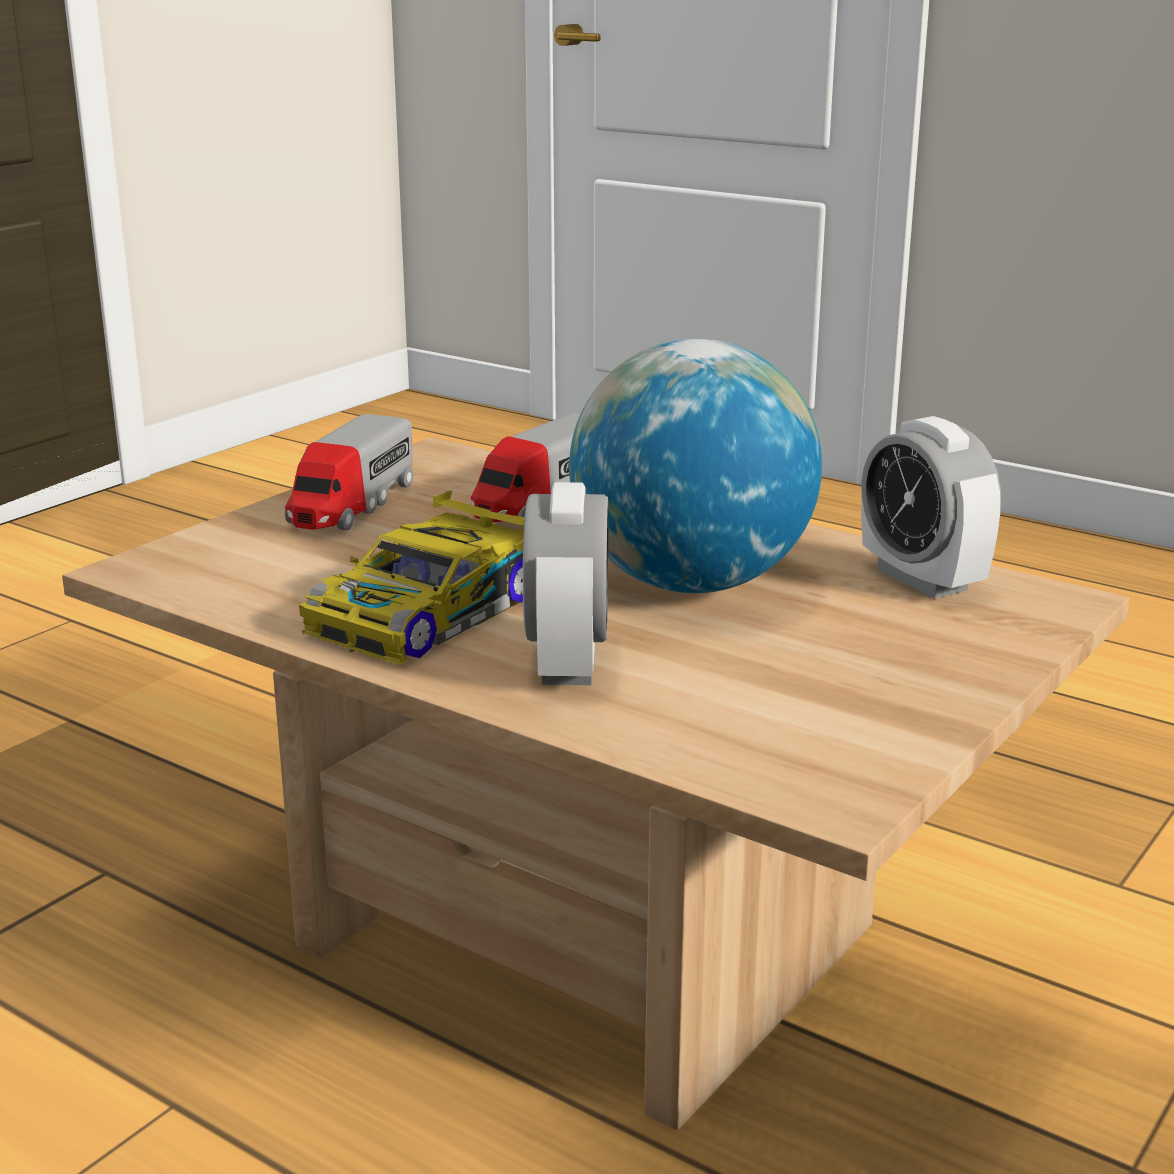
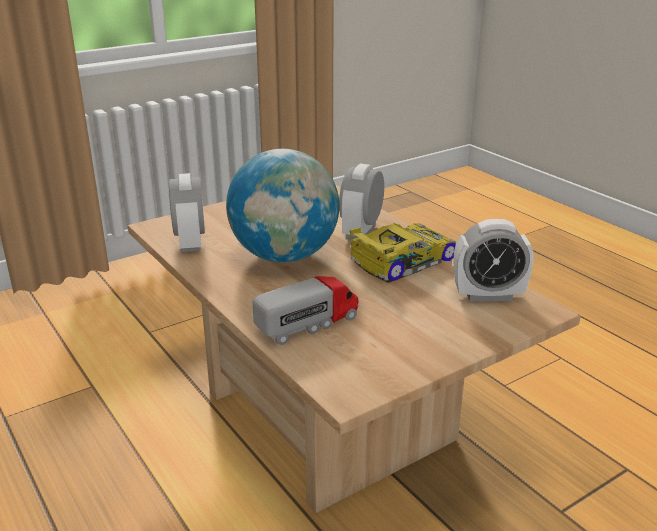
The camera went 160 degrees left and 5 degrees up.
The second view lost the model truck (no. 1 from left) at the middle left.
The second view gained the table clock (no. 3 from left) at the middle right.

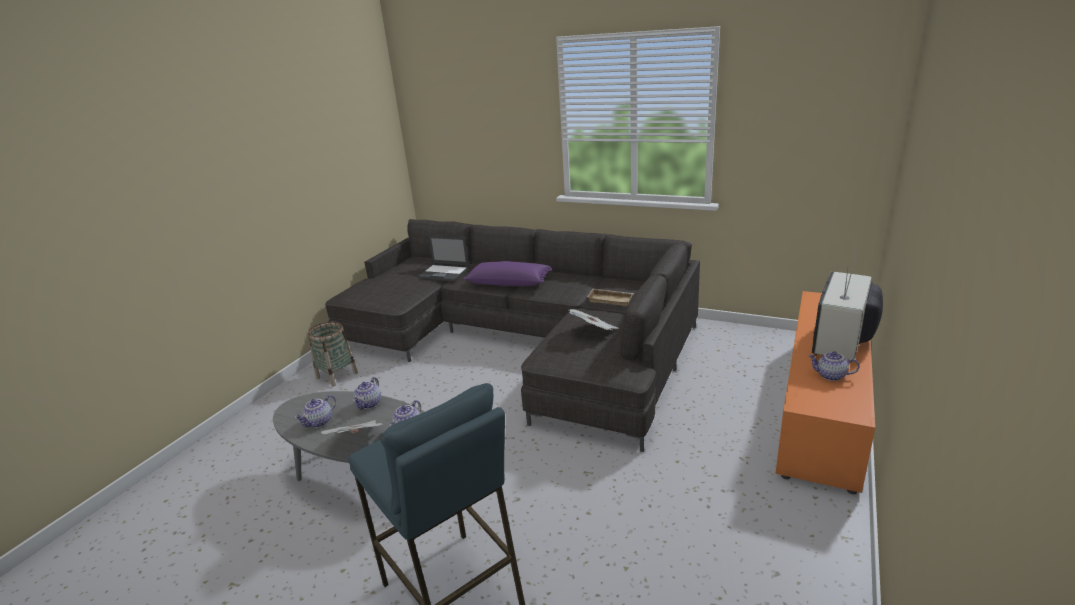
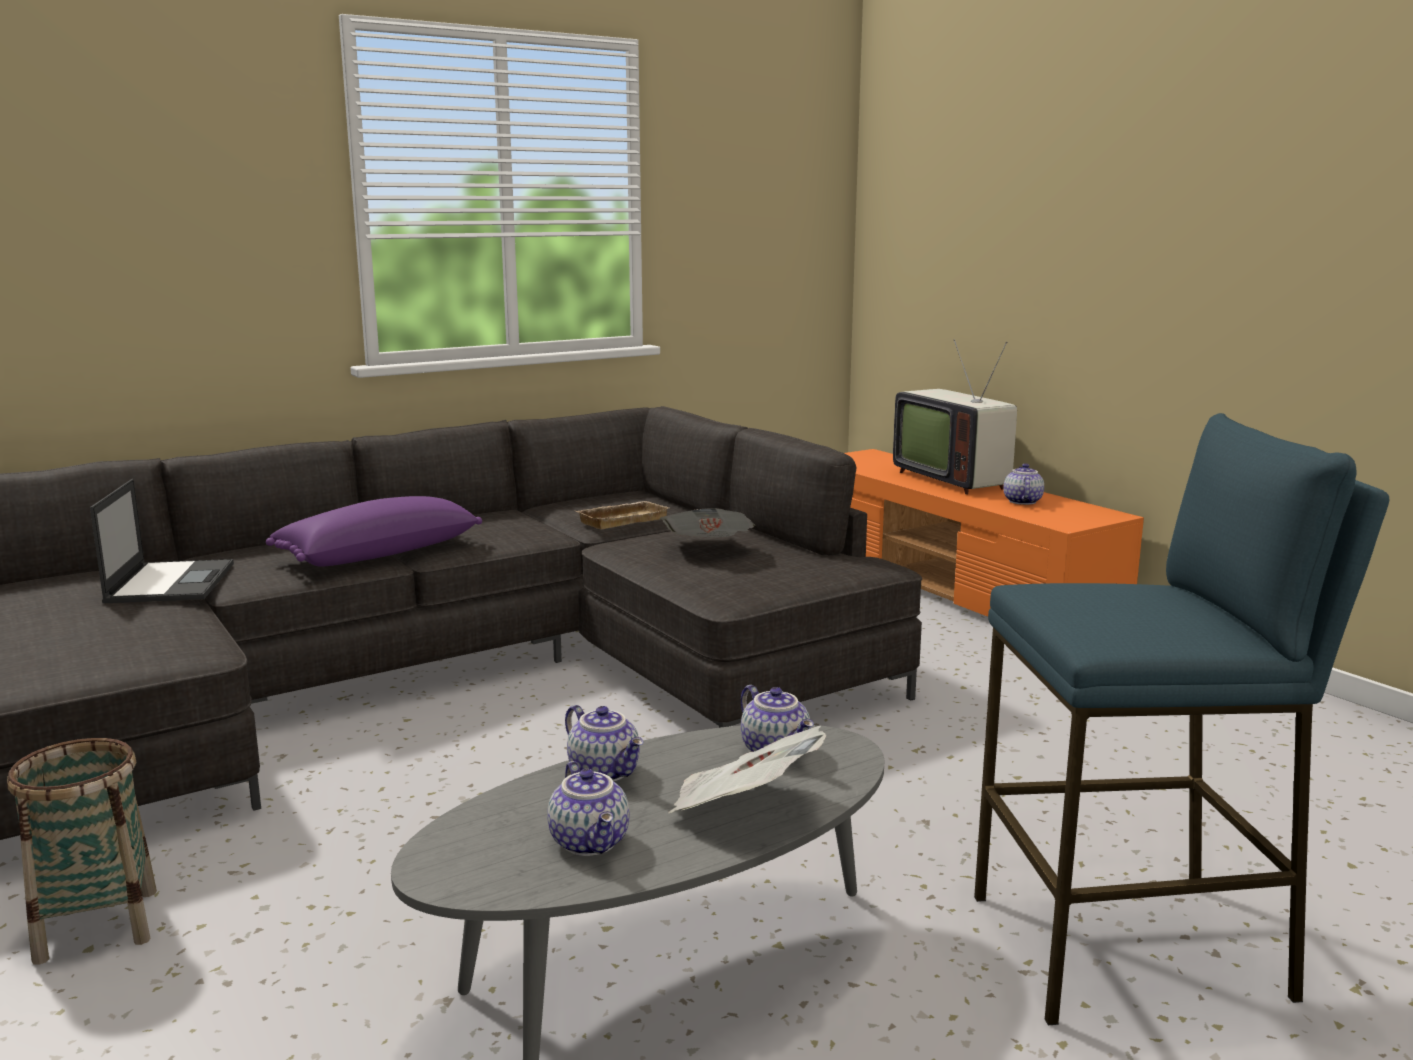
The camera went 60 degrees left and 10 degrees down.
The portable computer at the centre ended up facing another way, 60 degrees counterclockwise from before.
The tea pot (no. 4 from left) at the middle right ended up facing another way, 135 degrees clockwise from before.

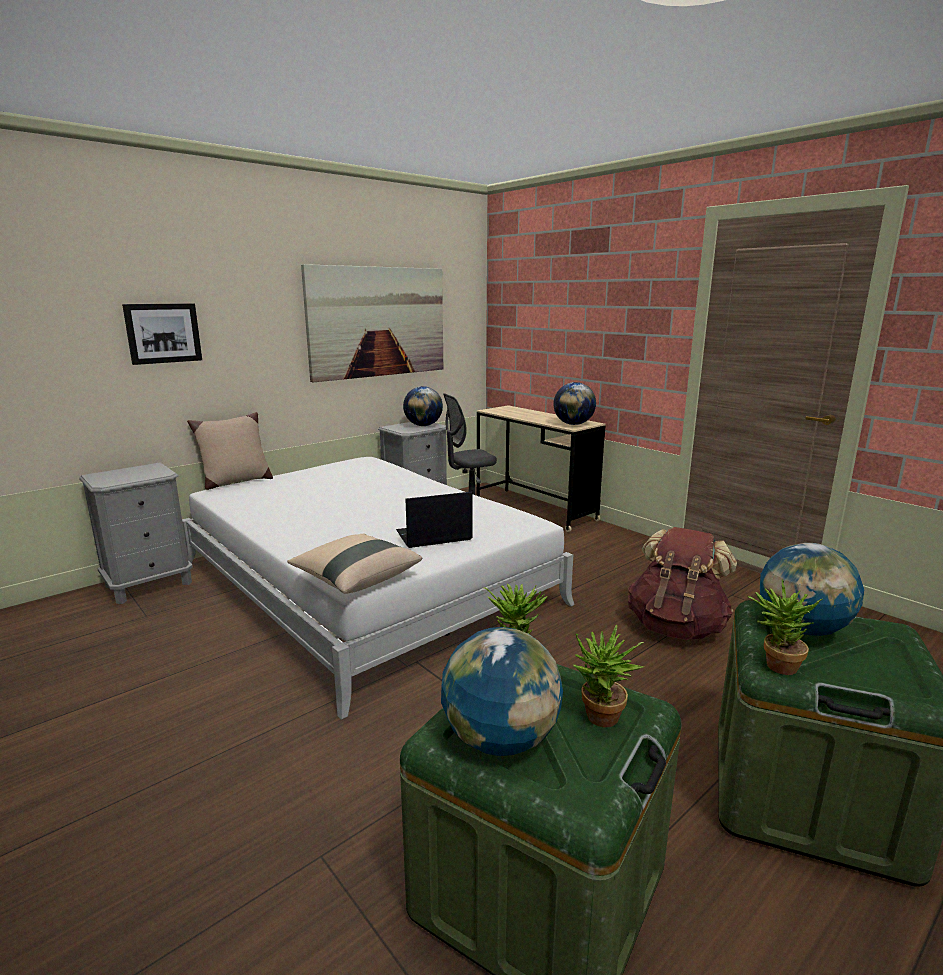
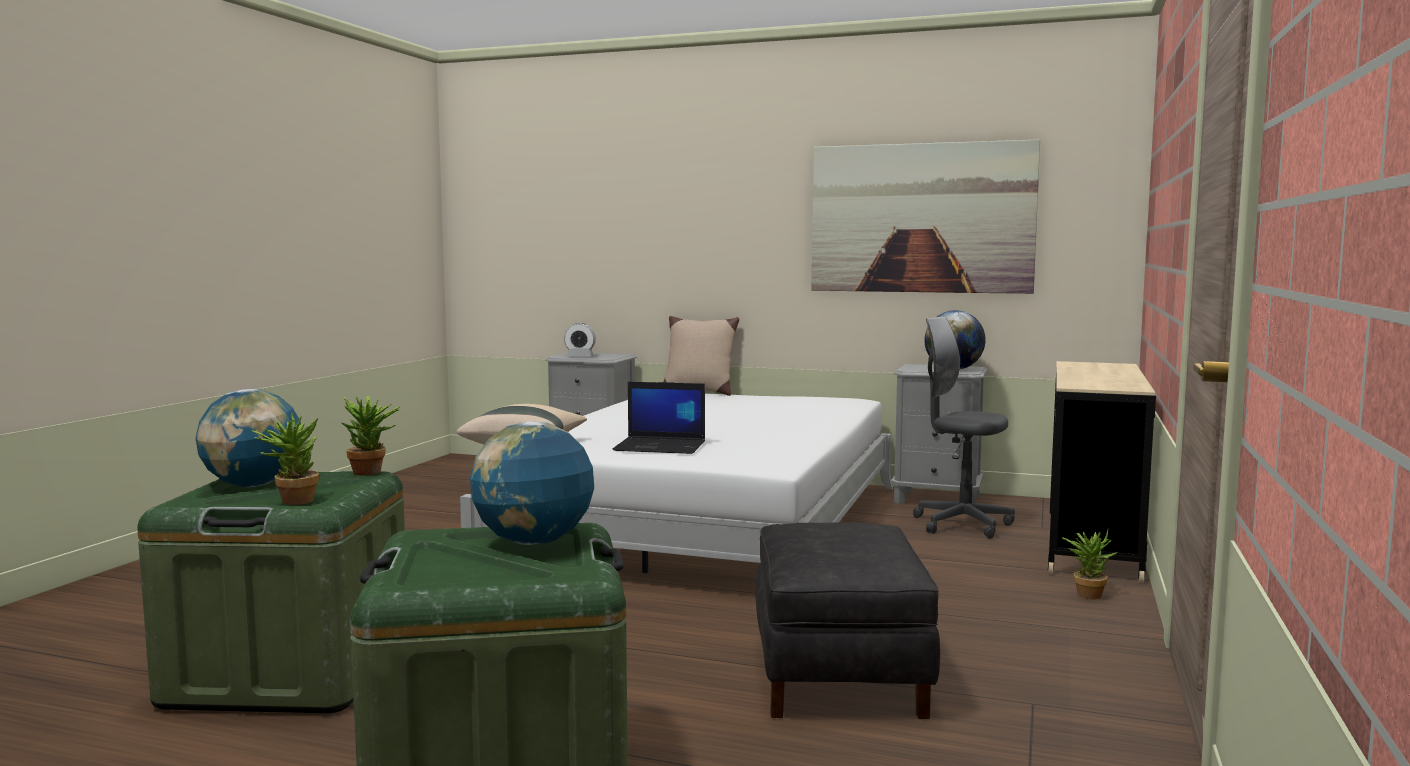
The camera went 60 degrees right and 10 degrees down.
The second view lost the wall picture (no. 1 from left) at the middle left.
The second view lost the world globe (no. 3 from left) at the centre.
The second view gained the table clock at the centre.
The plant in a pot (no. 3 from left) ended up elsewhere, having gone from the middle right to the bottom right.
Where the brownish backpack stood at the middle right, the blackish ottoman came to stand at the bottom centre.
The portable computer at the centre ended up facing another way, 150 degrees clockwise from before.

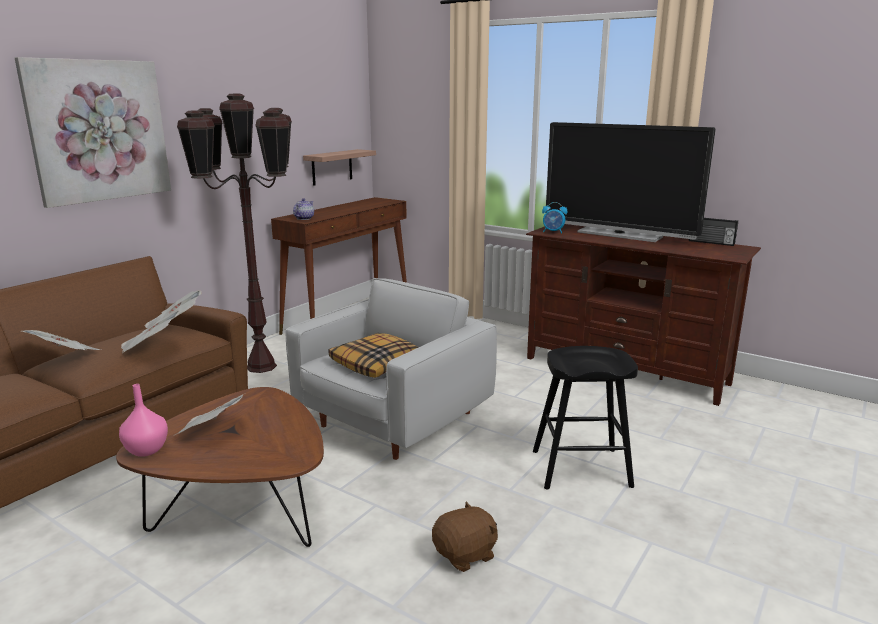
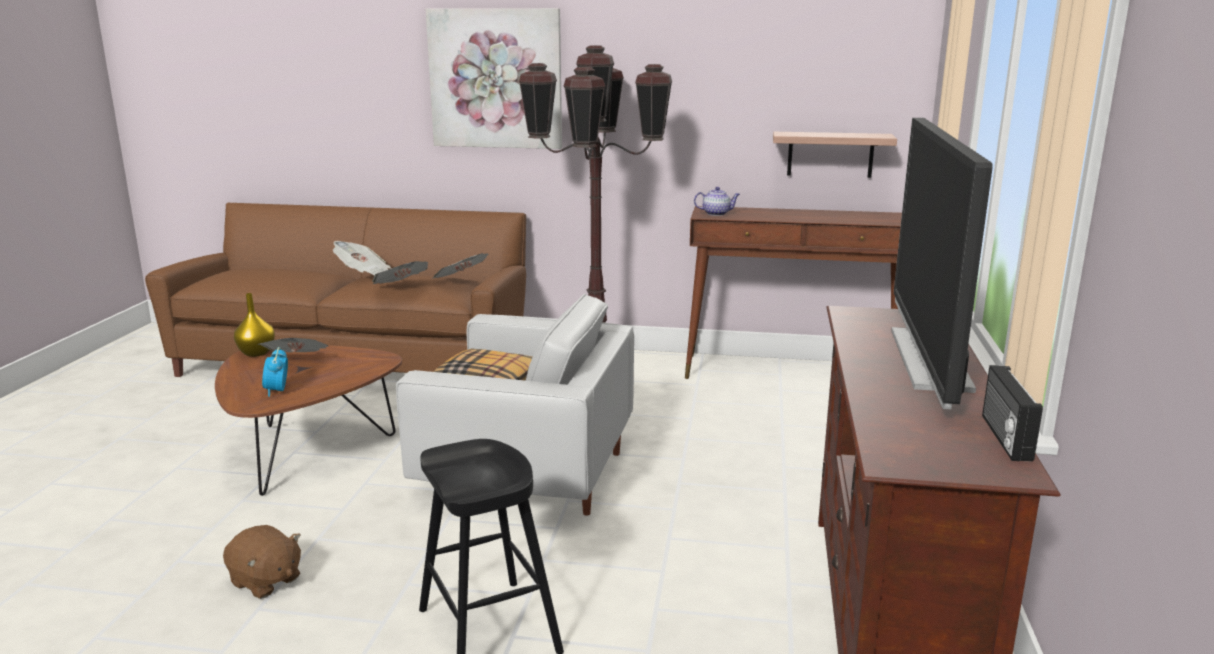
The camera went 65 degrees right and 0 degrees up.
The table clock ended up elsewhere, having gone from the centre to the middle left.
What was the pink-coloured vase at the bottom left turned into the yellow vase at the middle left.

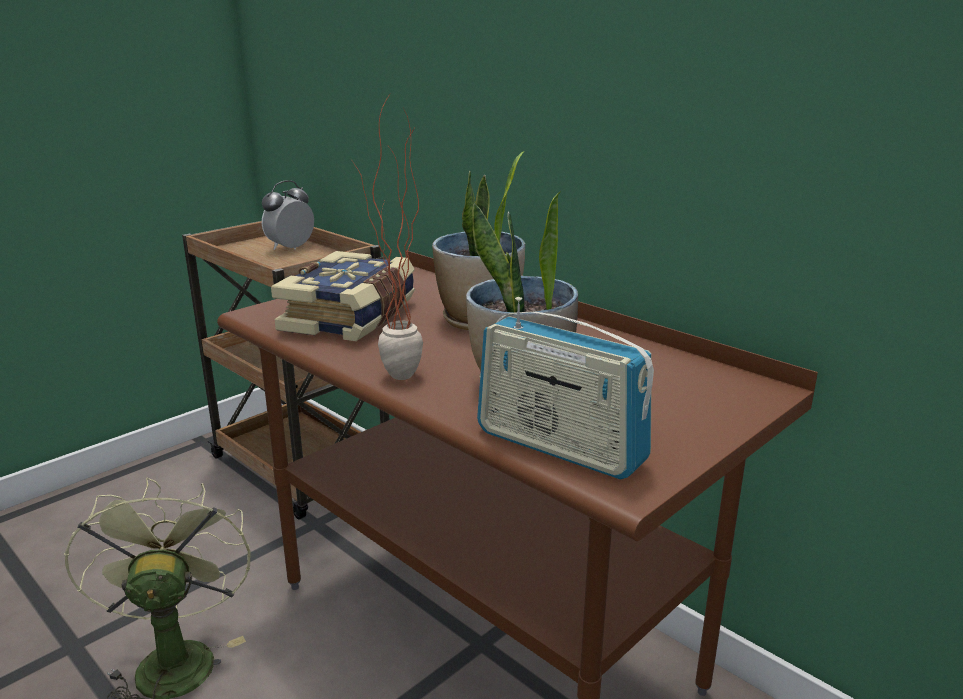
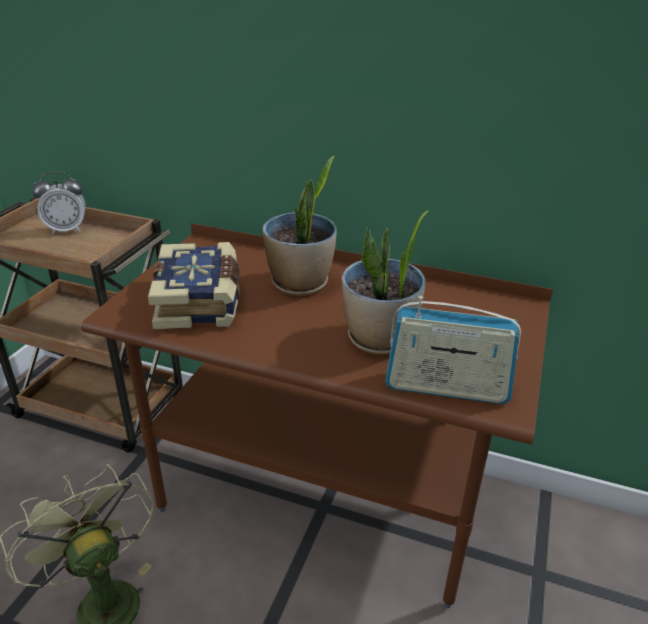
The camera went 25 degrees left and 10 degrees up.
The second view lost the plant in a pot (no. 1 from left) at the centre.
The table clock at the top left ended up facing another way, 120 degrees counterclockwise from before.

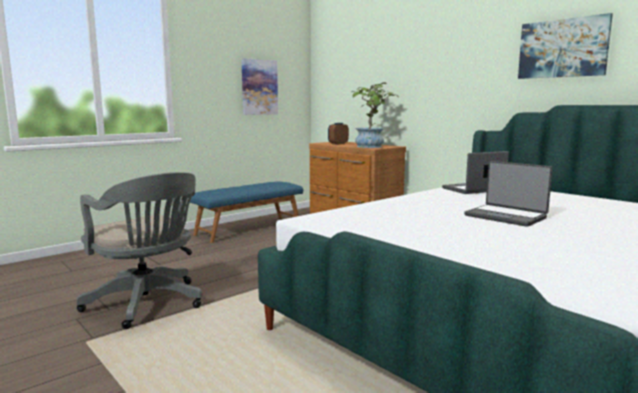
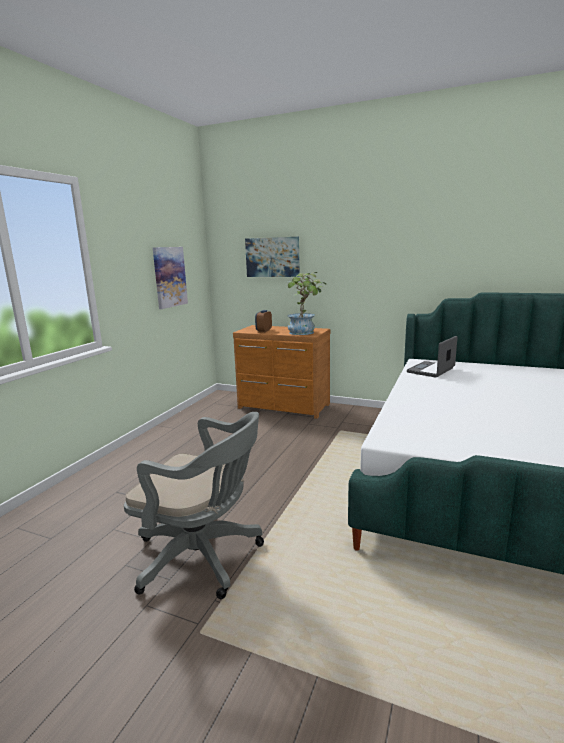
The camera went 25 degrees left and 5 degrees up.
The second view lost the blue indoor bench at the centre.
The second view lost the portable computer (no. 2 from left) at the middle right.
The wall picture (no. 2 from left) ended up elsewhere, having gone from the top right to the centre.

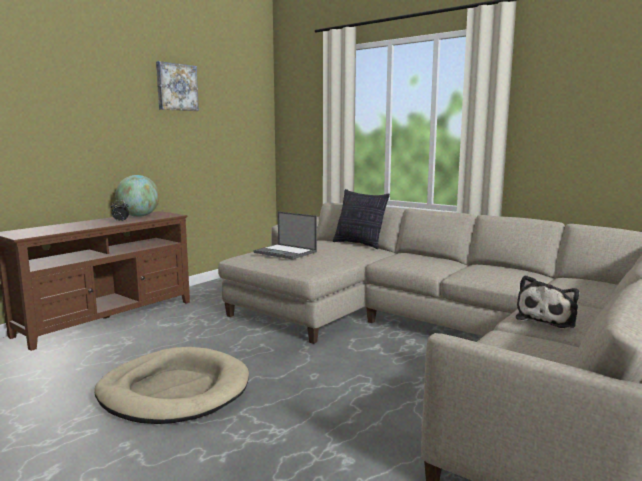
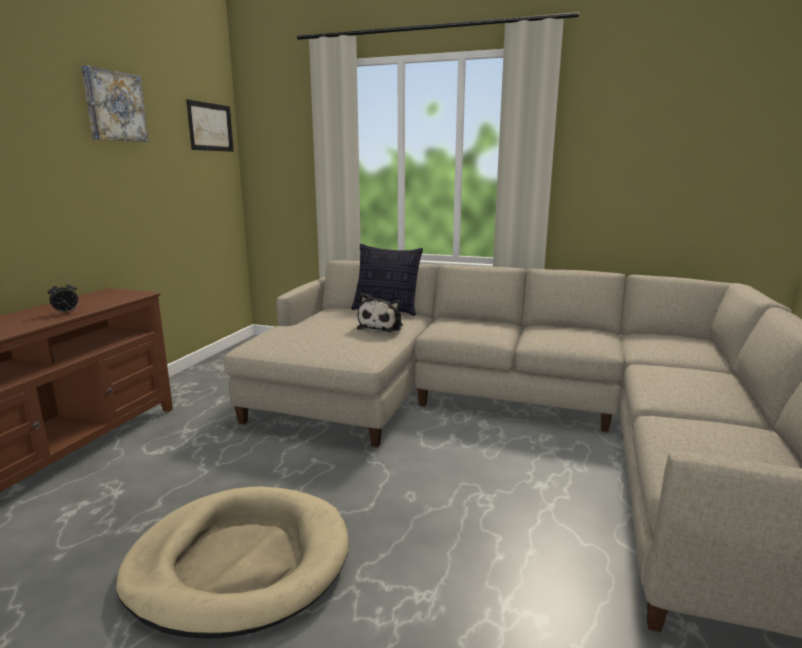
The camera went 20 degrees left and 5 degrees up.
The second view lost the world globe at the middle left.
The second view lost the portable computer at the centre.
The second view gained the wall picture (no. 2 from left) at the top left.
The soft toy ended up elsewhere, having gone from the middle right to the centre.

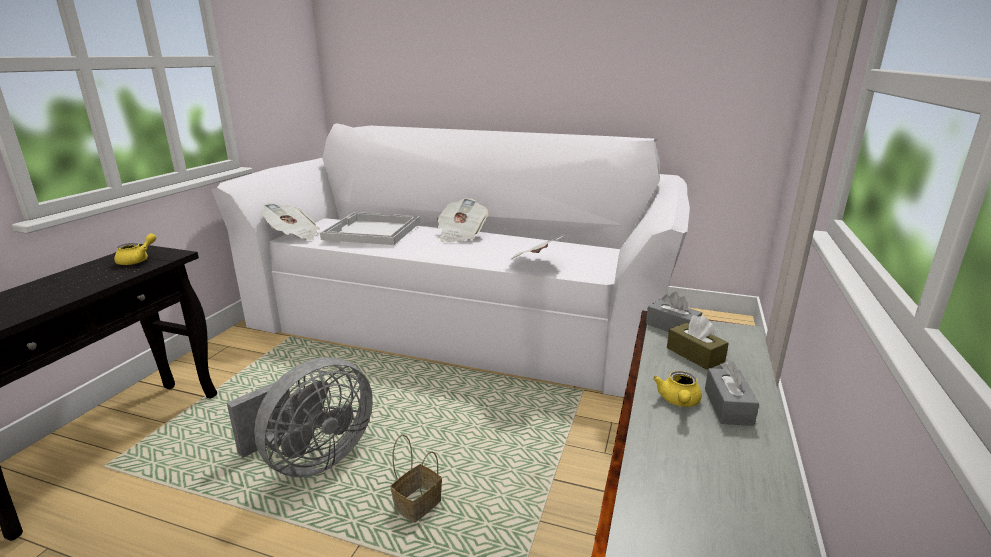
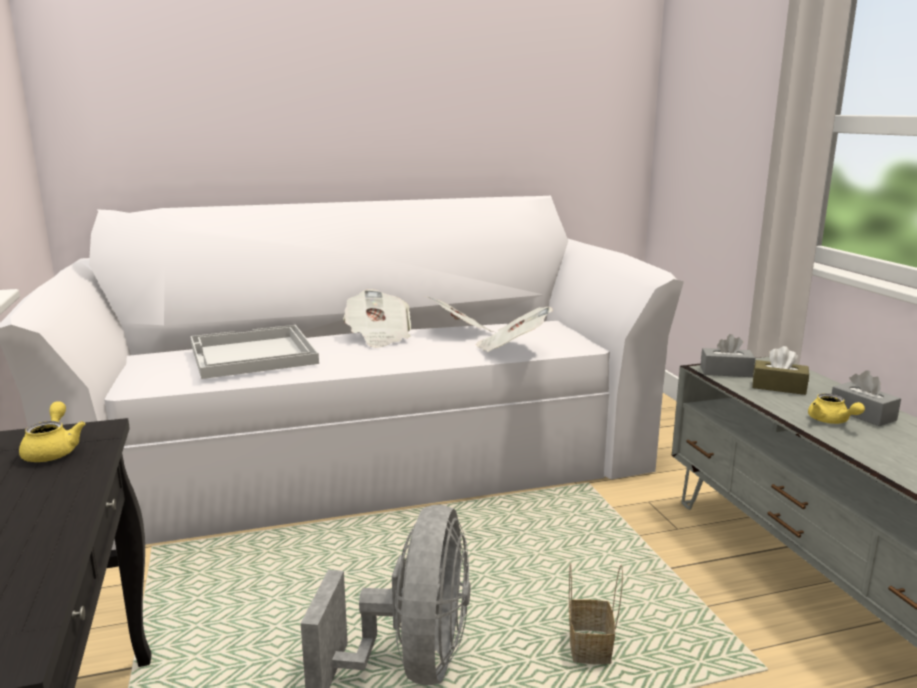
The camera went 35 degrees left and 5 degrees down.
The newspaper (no. 1 from left in the first image) ended up elsewhere, having gone from the middle left to the centre.

